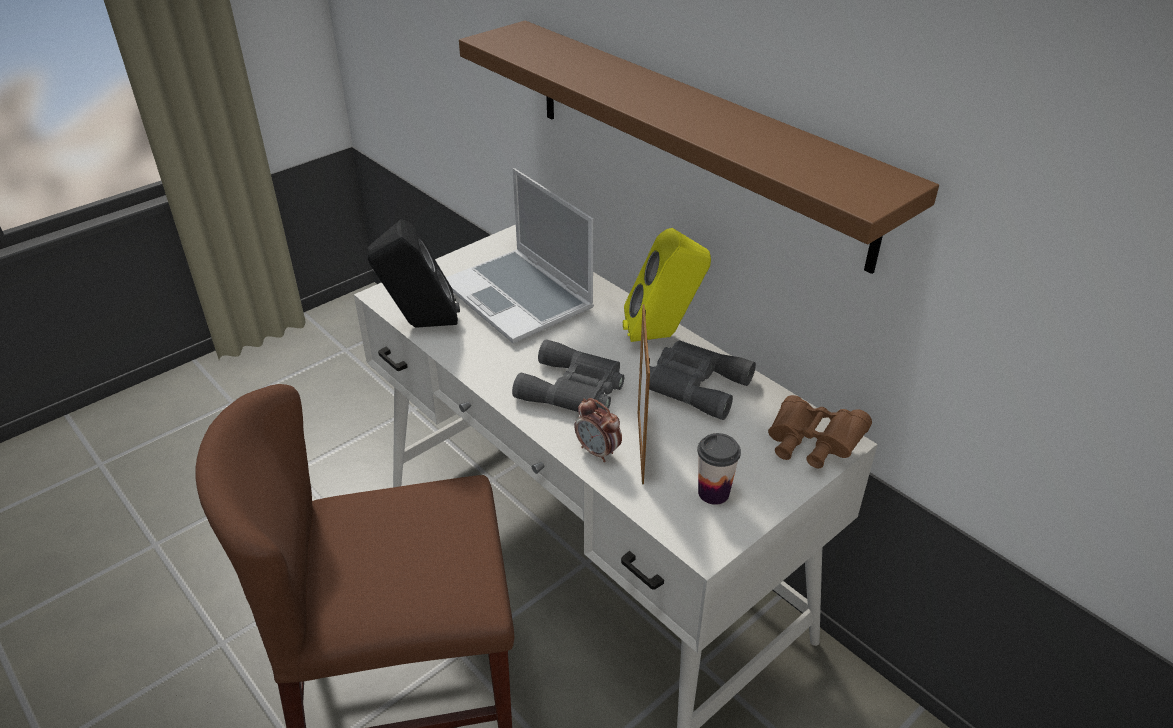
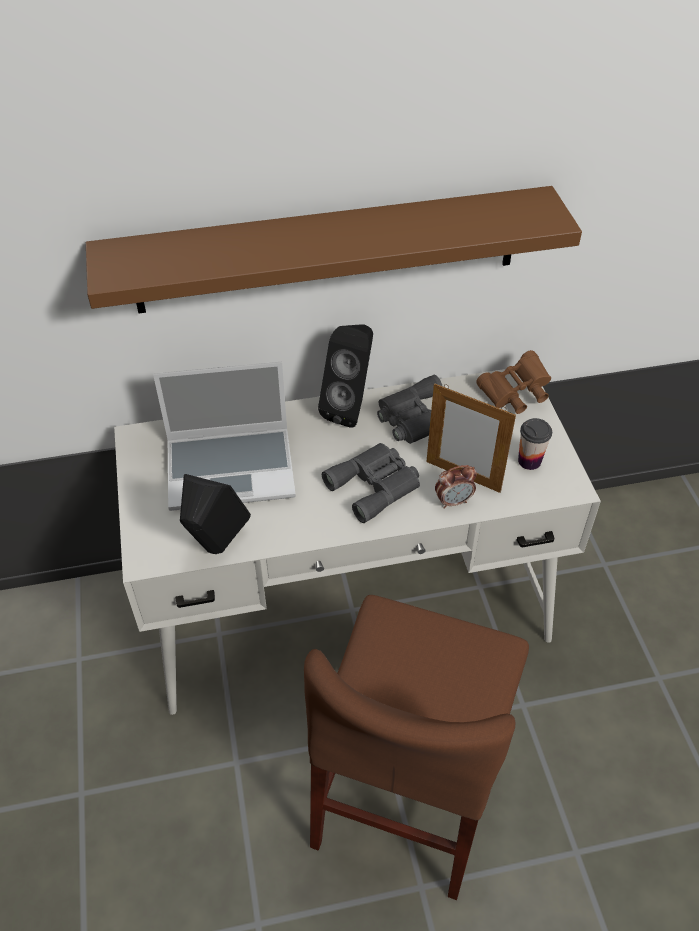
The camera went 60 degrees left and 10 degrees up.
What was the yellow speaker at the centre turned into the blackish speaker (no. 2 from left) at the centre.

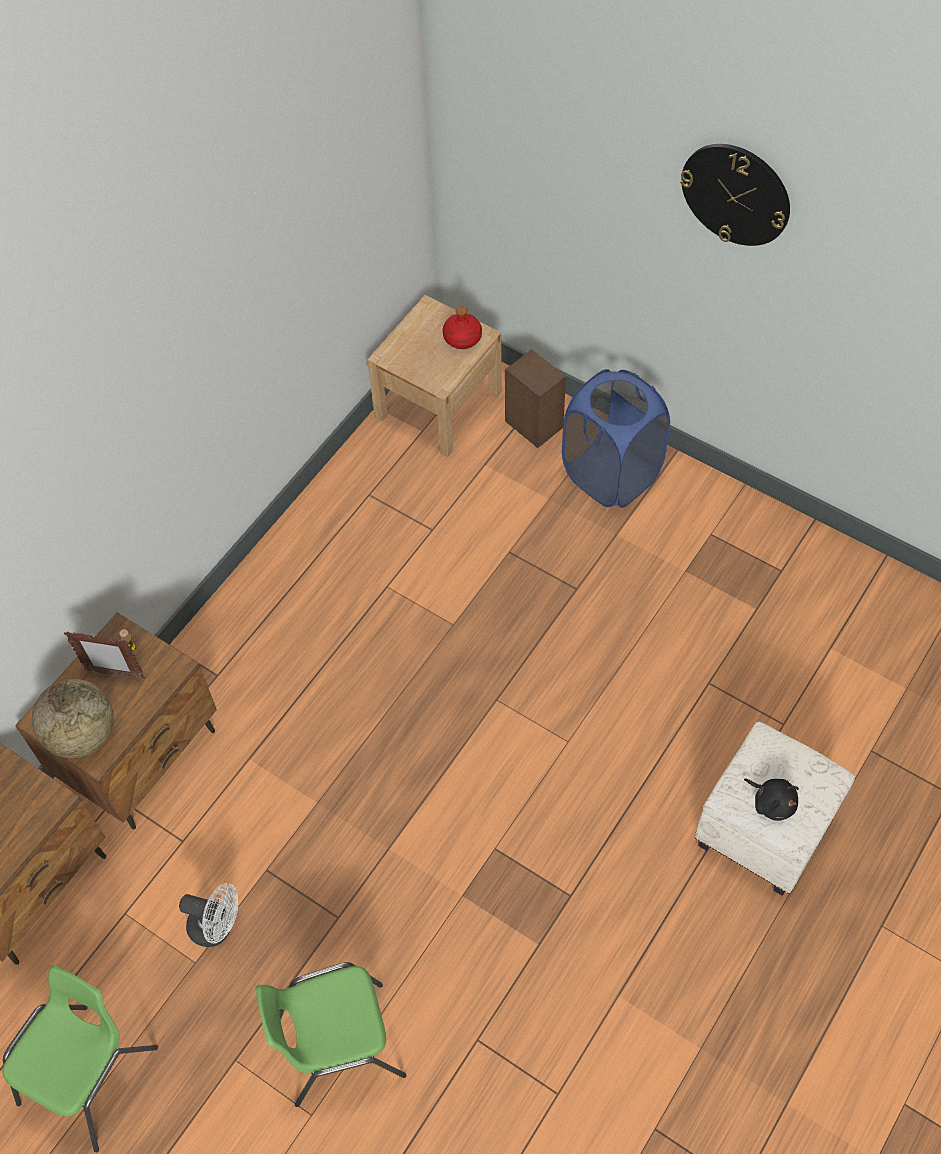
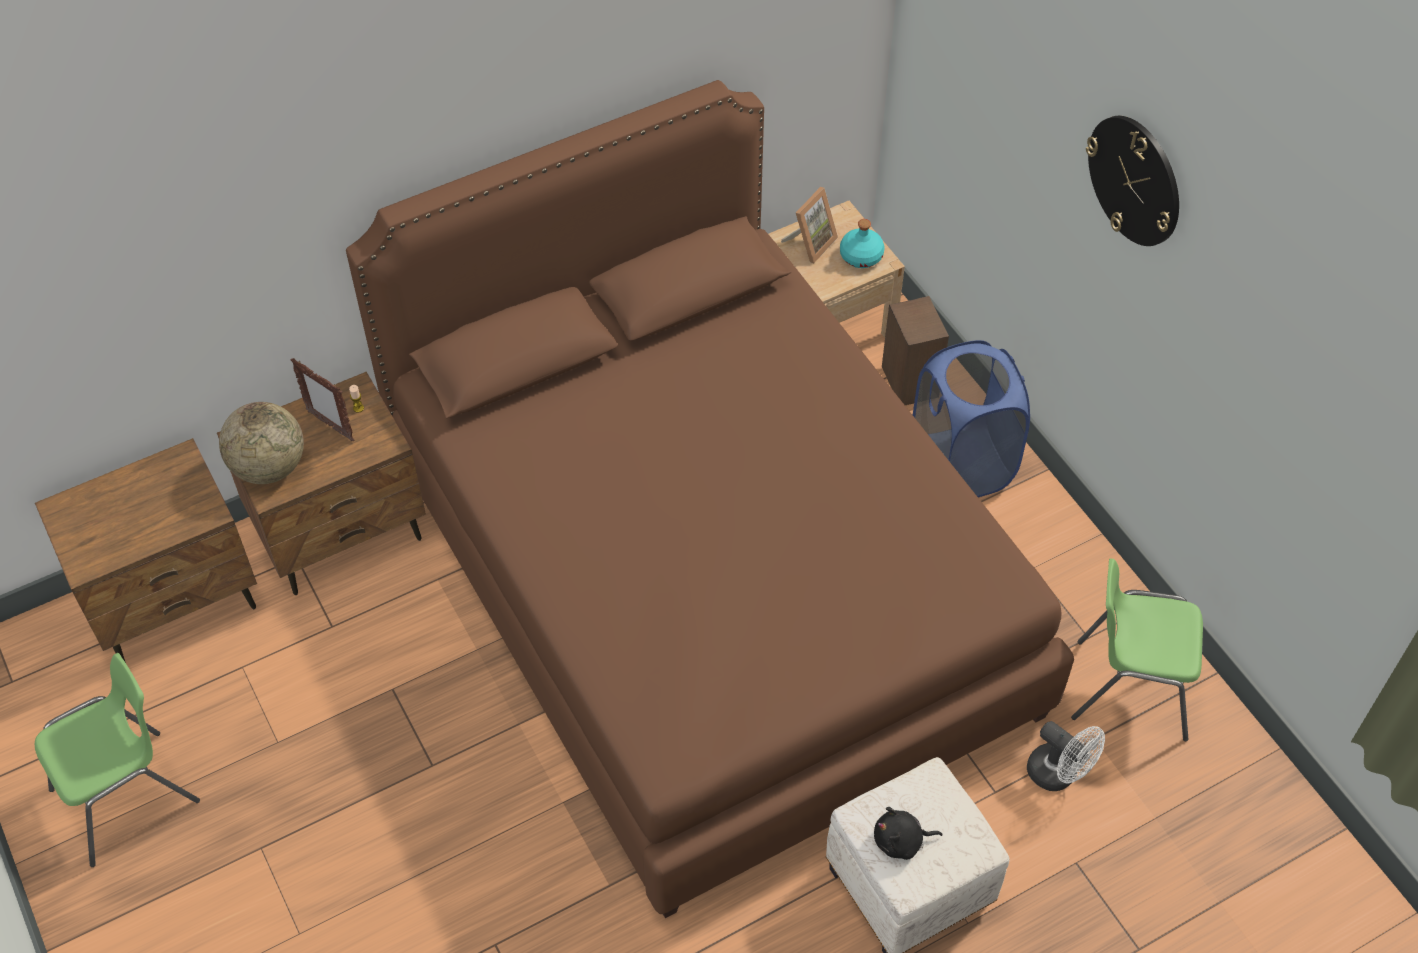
The camera went 25 degrees right and 5 degrees down.
The second view gained the brownish sleeping bed at the centre.
The second view gained the standing frame (no. 2 from left) at the top centre.
The whitish fan ended up elsewhere, having gone from the bottom left to the bottom right.
The green upright chair (no. 2 from left) ended up elsewhere, having gone from the bottom centre to the bottom right.
What was the red-coloured drink bottle at the top centre turned into the turquoise drink bottle at the top centre.
The blackish soft toy at the bottom right ended up facing another way, 105 degrees clockwise from before.

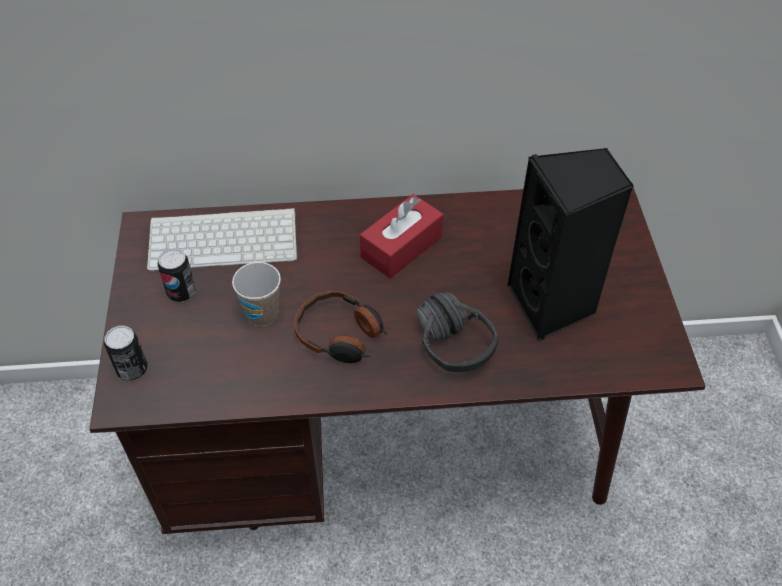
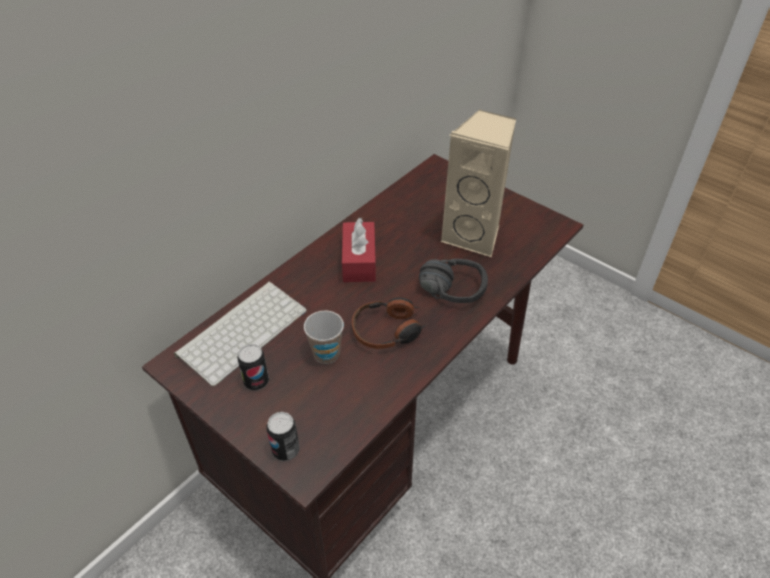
The camera went 45 degrees left and 5 degrees down.
What was the blackish speaker at the middle right turned into the beige speaker at the top centre.

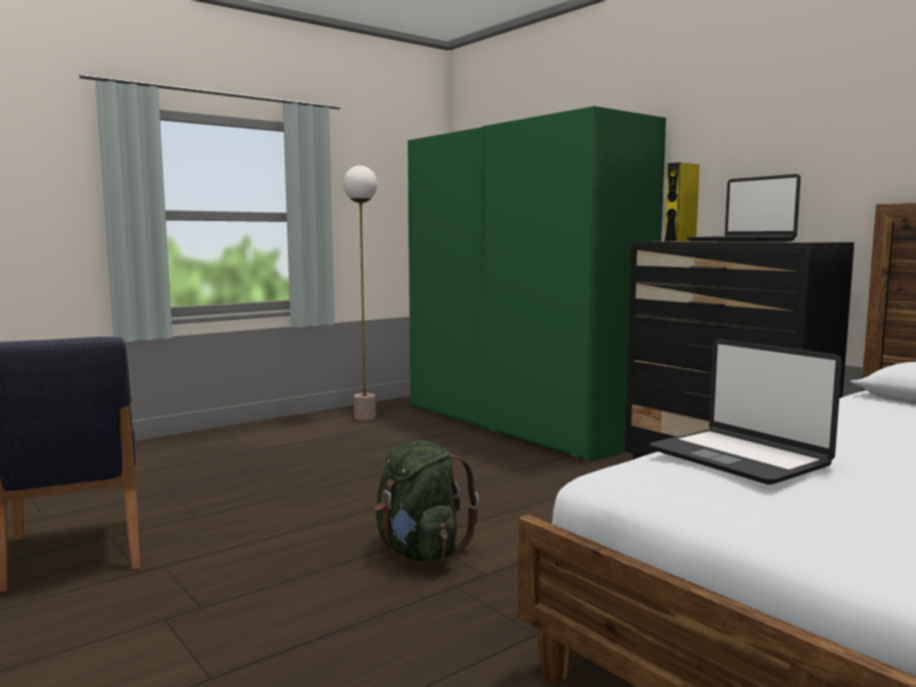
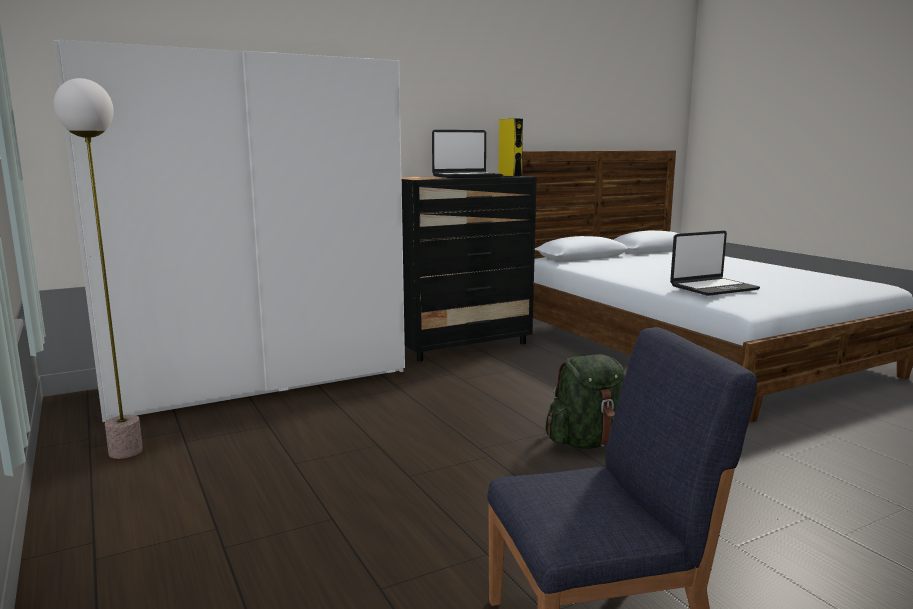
The camera went 80 degrees left and 5 degrees up.
The yellow speaker ended up elsewhere, having gone from the top right to the top centre.
What was the green armoire at the centre turned into the whitish armoire at the middle left.

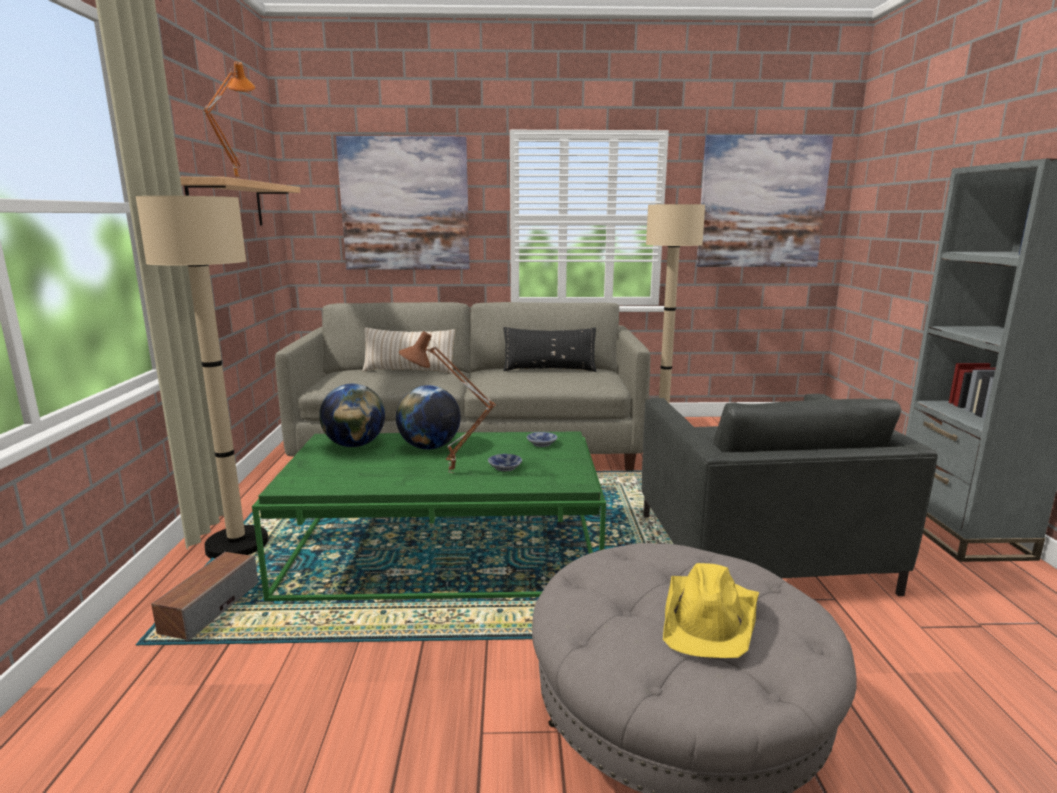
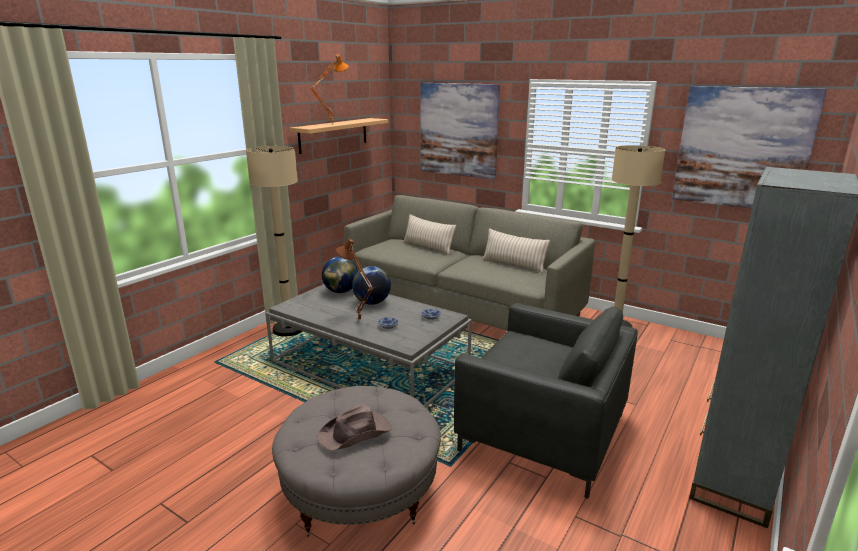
The camera went 35 degrees right and 5 degrees up.
The second view lost the speaker at the bottom left.
What was the green coffee table at the centre turned into the gray coffee table at the centre.
What was the blackish pillow at the centre turned into the beige pillow (no. 2 from left) at the centre.
What was the yellow hat at the bottom right turned into the brownish hat at the bottom centre.
The gray easy chair at the middle right ended up facing another way, 90 degrees counterclockwise from before.

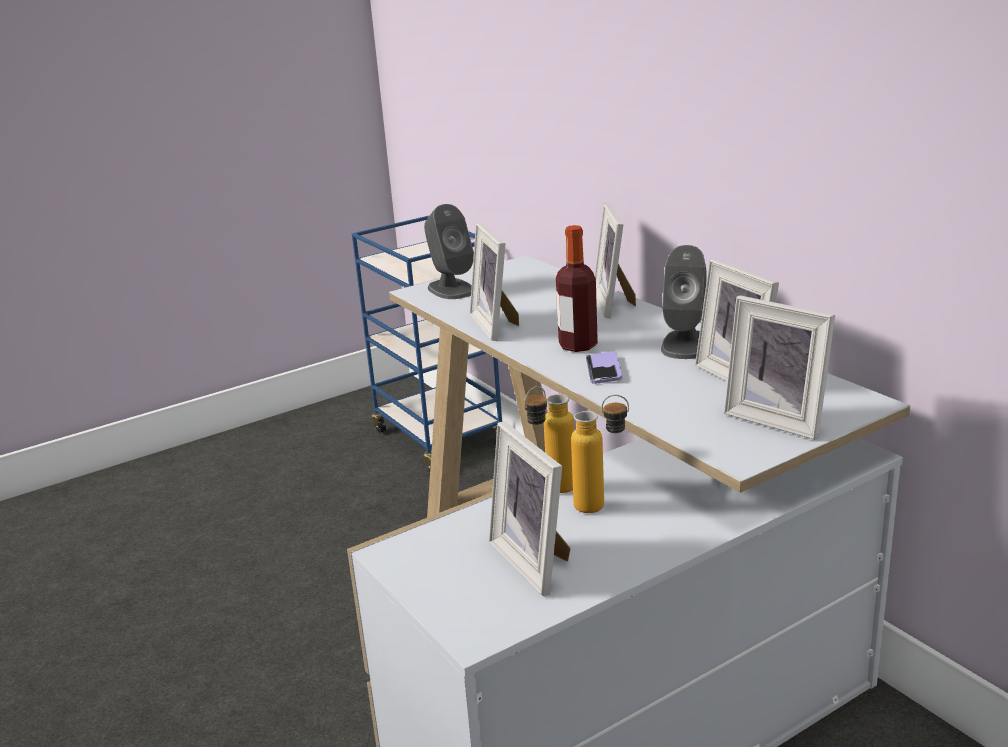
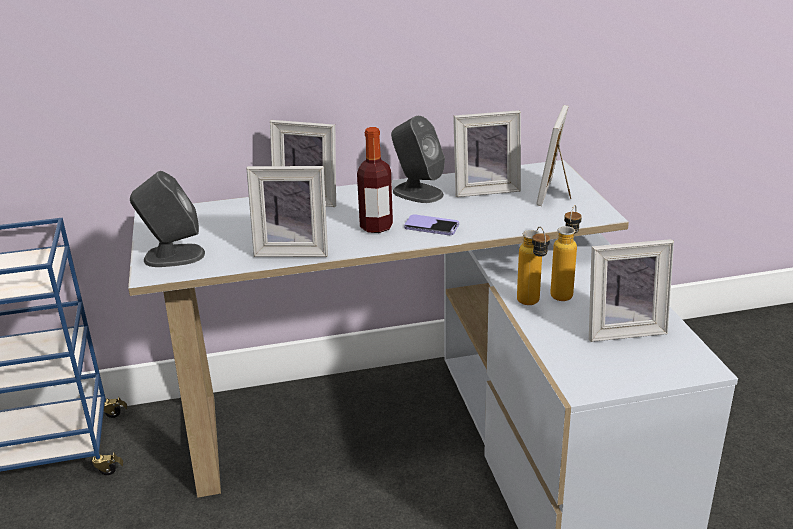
The camera went 70 degrees left and 5 degrees up.
The standing frame (no. 5 from left in the first image) at the middle right ended up facing another way, 135 degrees clockwise from before.

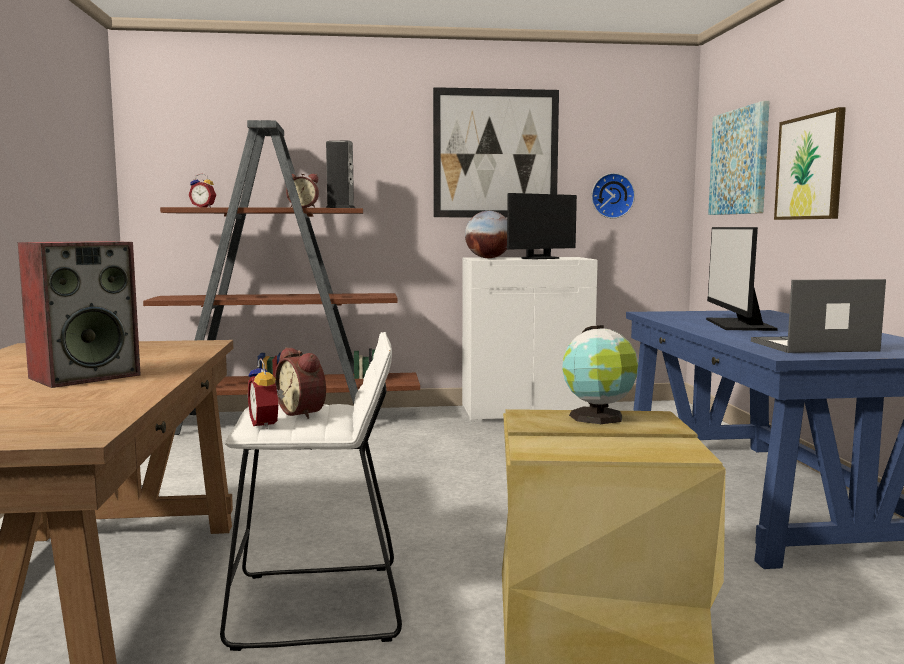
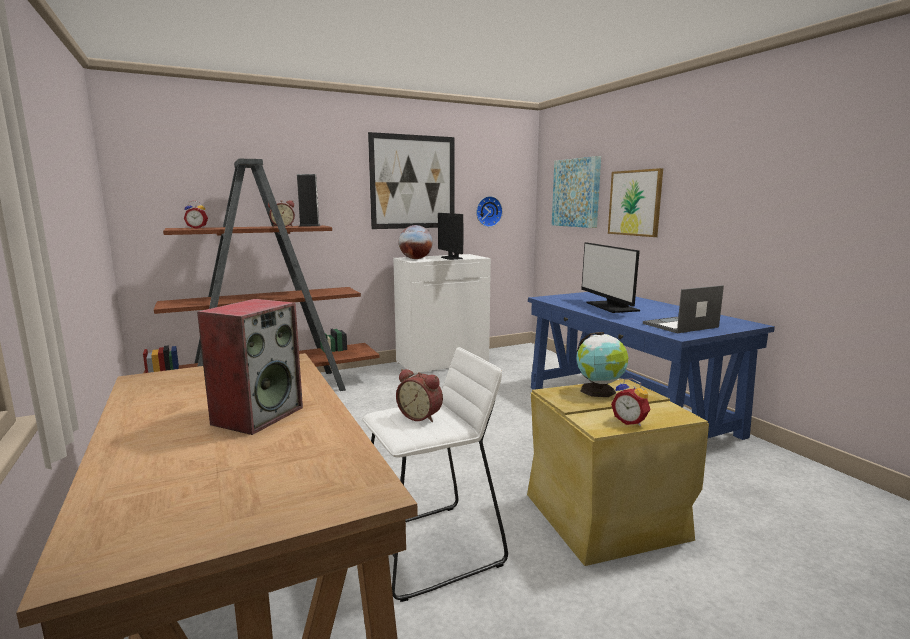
The camera went 20 degrees left and 5 degrees up.
The table clock (no. 2 from left in the first image) ended up elsewhere, having gone from the middle left to the middle right.
The monitor (no. 1 from left) at the centre ended up facing another way, 120 degrees clockwise from before.

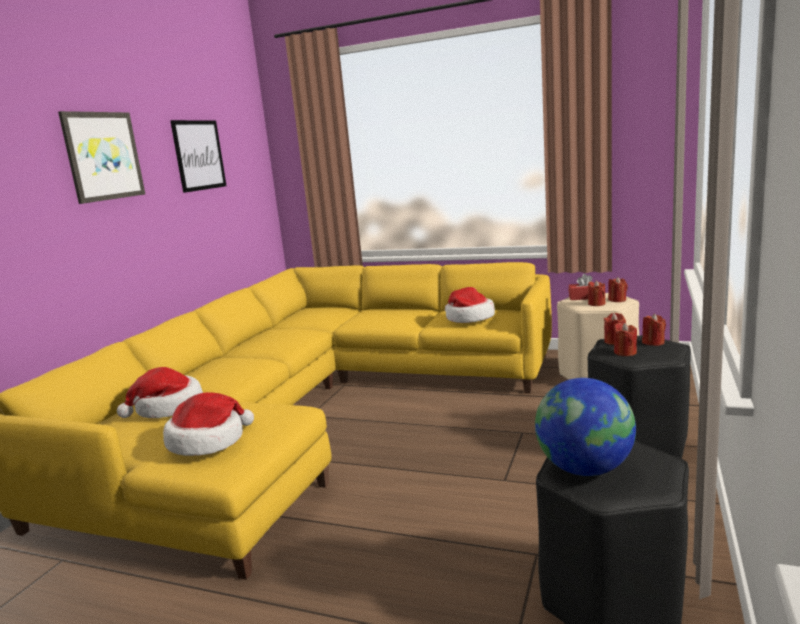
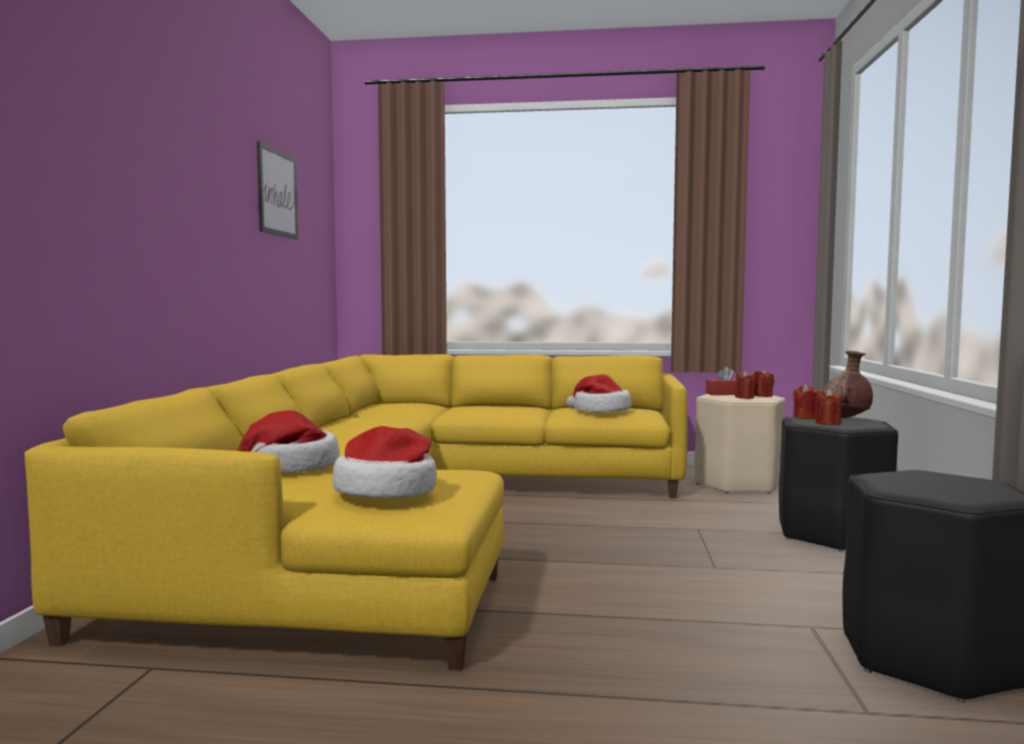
The camera went 15 degrees left and 10 degrees down.
The second view lost the wall picture (no. 1 from left) at the top left.
The second view lost the world globe at the bottom right.
Where the red-coloured wax candle (no. 5 from left) stood at the middle right, the brownish vase came to stand at the middle right.

